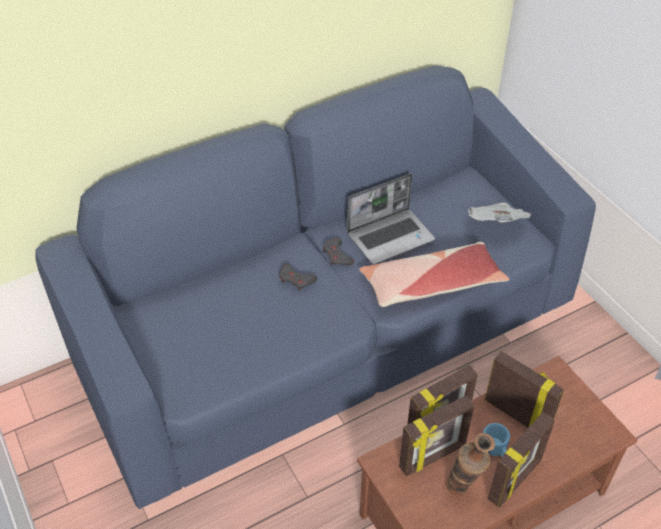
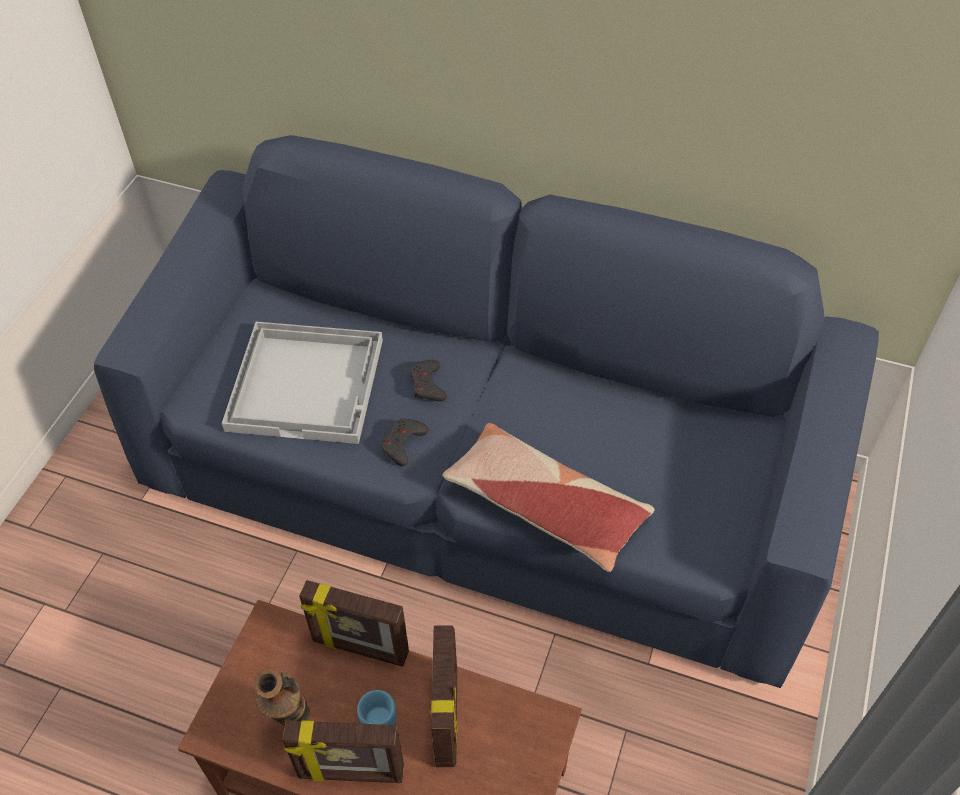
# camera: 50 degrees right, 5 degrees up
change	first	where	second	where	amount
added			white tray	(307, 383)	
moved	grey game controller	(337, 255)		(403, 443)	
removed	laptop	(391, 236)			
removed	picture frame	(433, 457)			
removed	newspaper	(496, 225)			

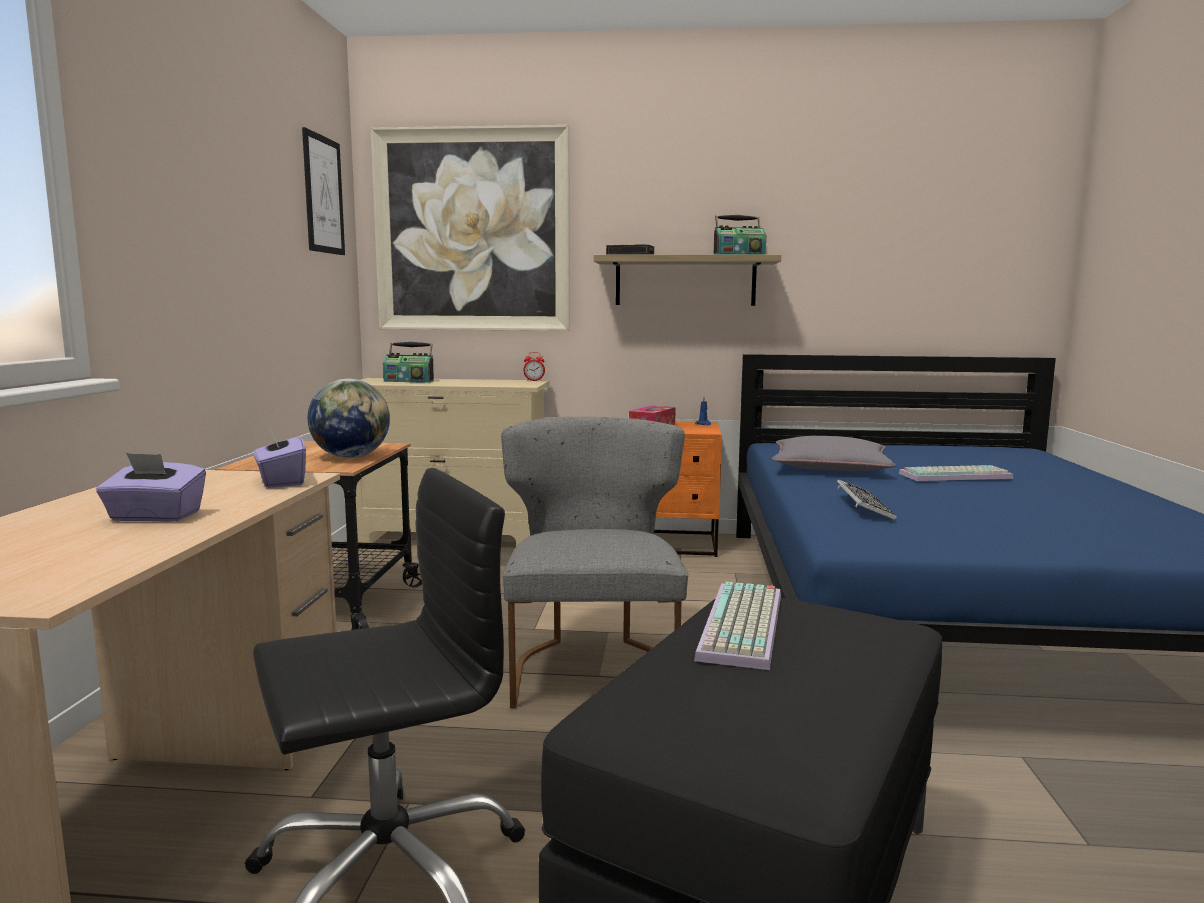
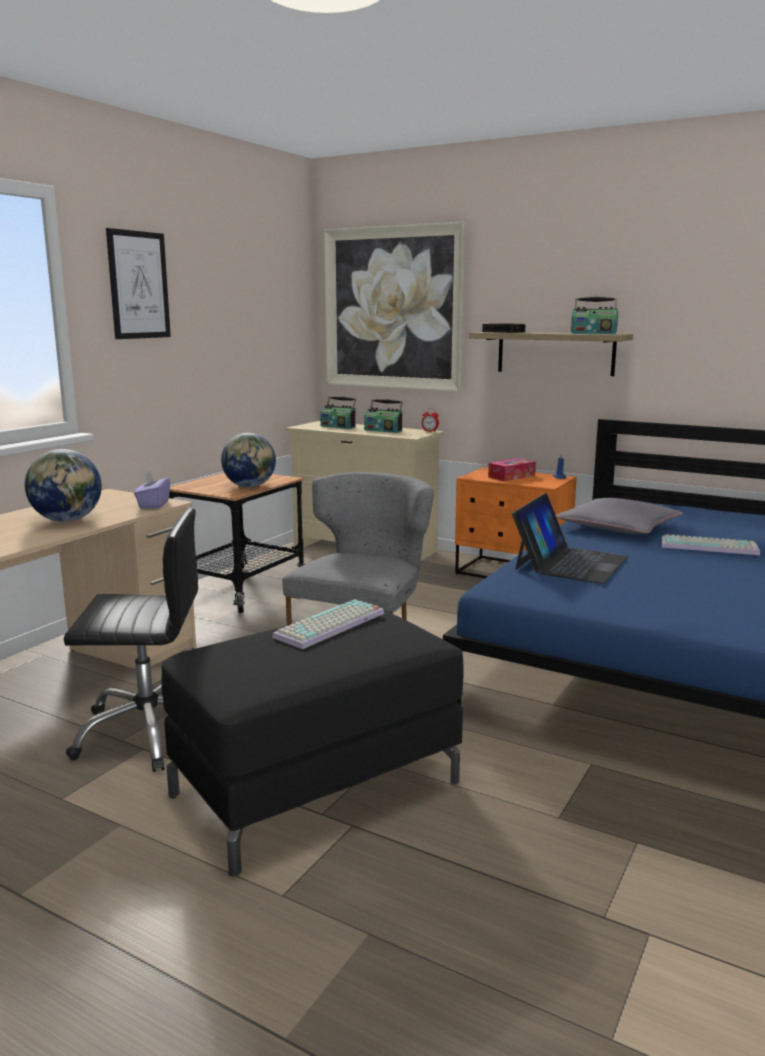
# camera: 25 degrees right, 5 degrees up
change	first	where	second	where	amount
replaced	purple tissue box	(155, 517)	globe	(67, 520)	
moved	picture	(323, 195)		(139, 285)	
added			radio	(383, 430)	
replaced	keyboard	(863, 506)	laptop	(570, 563)	

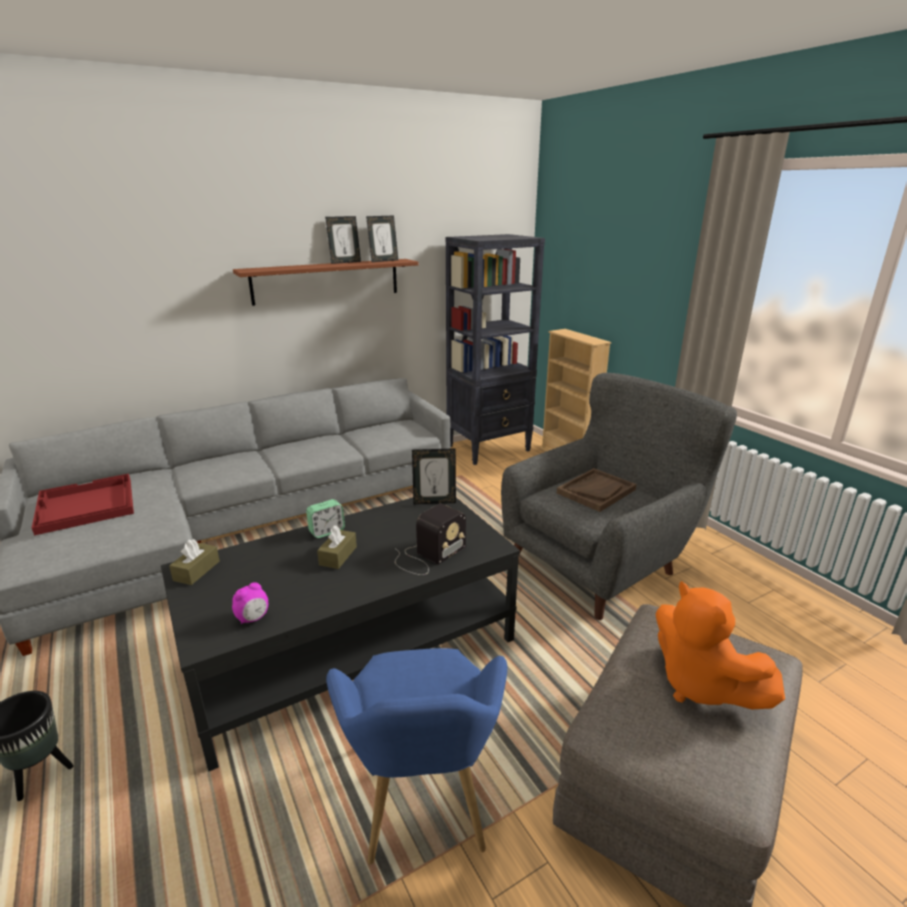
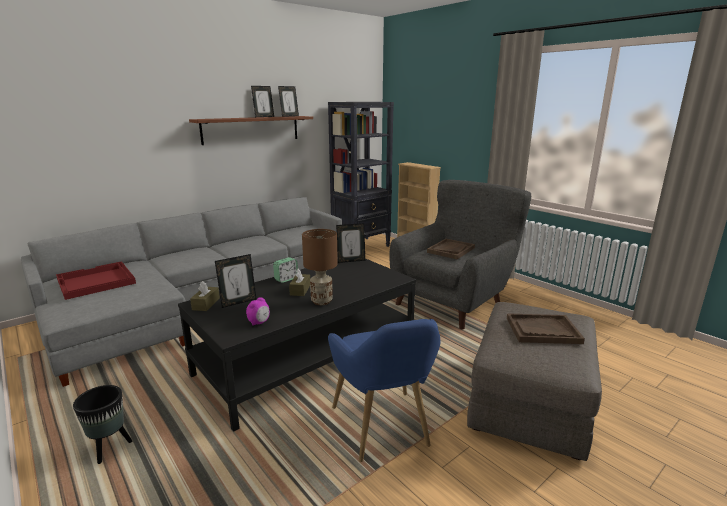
# camera: 10 degrees left, 5 degrees down
change	first	where	second	where	amount
added			picture frame	(238, 302)	
added			brown table lamp	(321, 301)	
replaced	orange plush toy	(700, 684)	brown tray	(542, 330)	
removed	radio	(428, 556)			

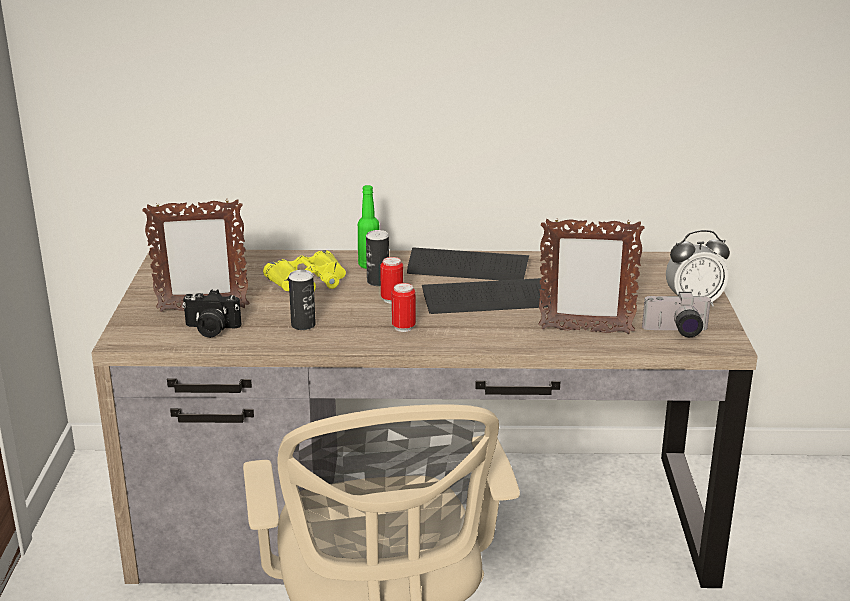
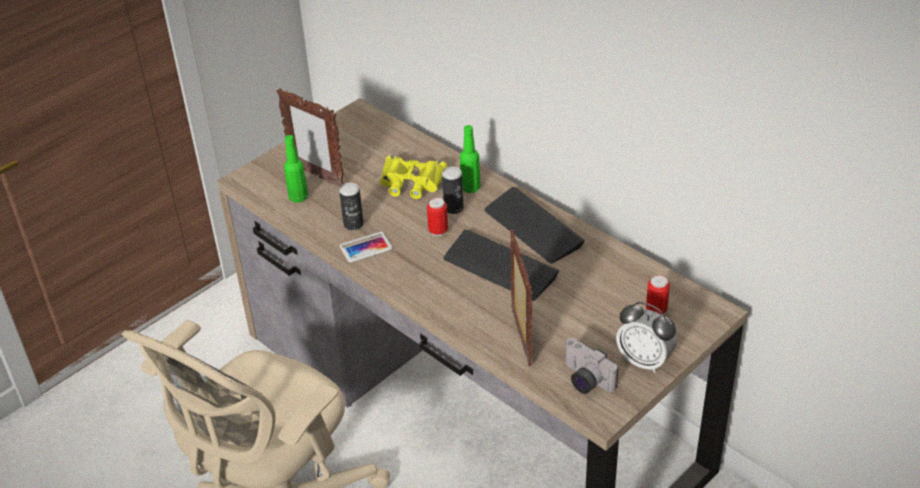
# camera: 45 degrees right, 15 degrees up
change	first	where	second	where	amount
replaced	photo camera	(211, 329)	green bottle	(298, 197)	
added			phone	(366, 247)	
turned	picture frame	(585, 331)		(520, 338)	150 degrees counterclockwise
moved	can	(403, 327)		(656, 310)	

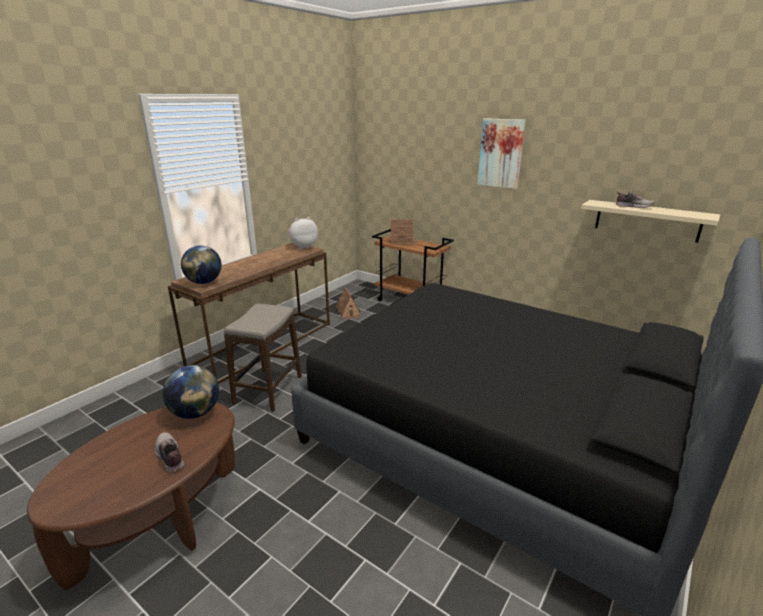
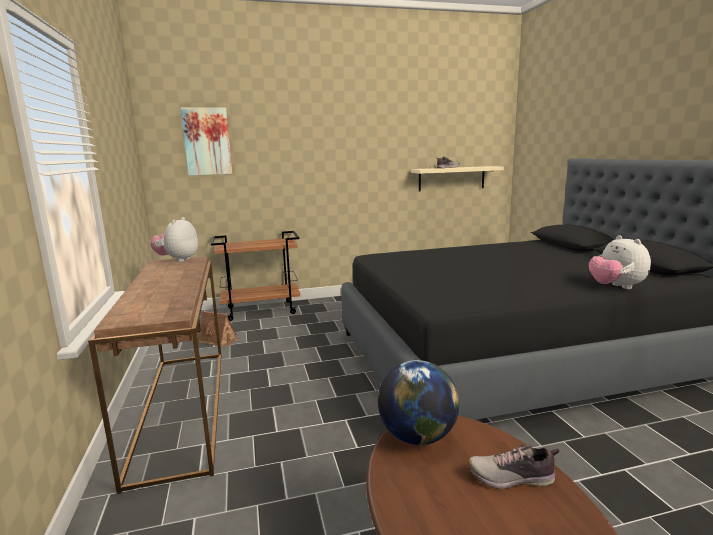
# camera: 50 degrees left, 10 degrees down
change	first	where	second	where	amount
moved	picture	(501, 153)		(207, 141)	
added			plush toy	(616, 287)	
removed	globe	(204, 282)			
removed	stool	(268, 390)			
removed	toy house	(403, 241)			

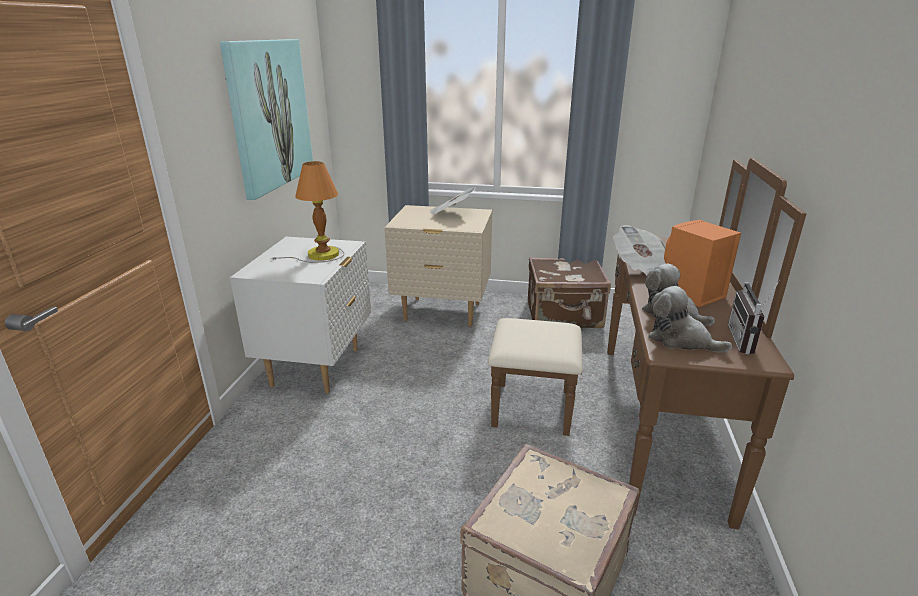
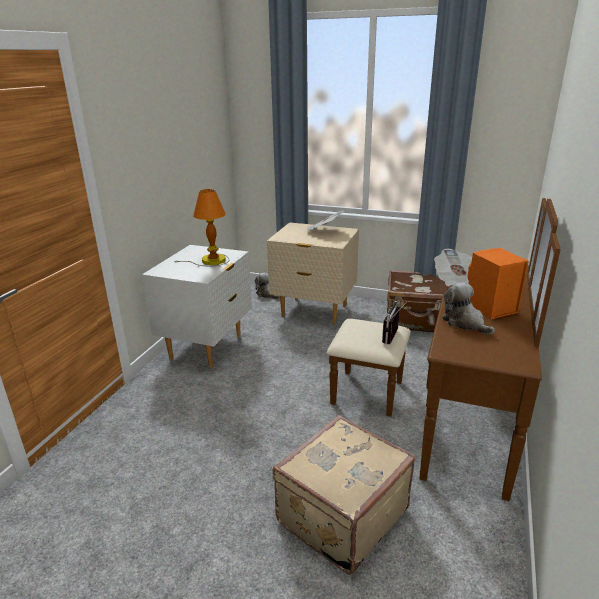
# camera: 10 degrees right, 0 degrees up
change	first	where	second	where	amount
moved	plush toy	(680, 340)		(267, 294)	
moved	radio	(748, 341)		(394, 337)	
removed	picture	(269, 115)			

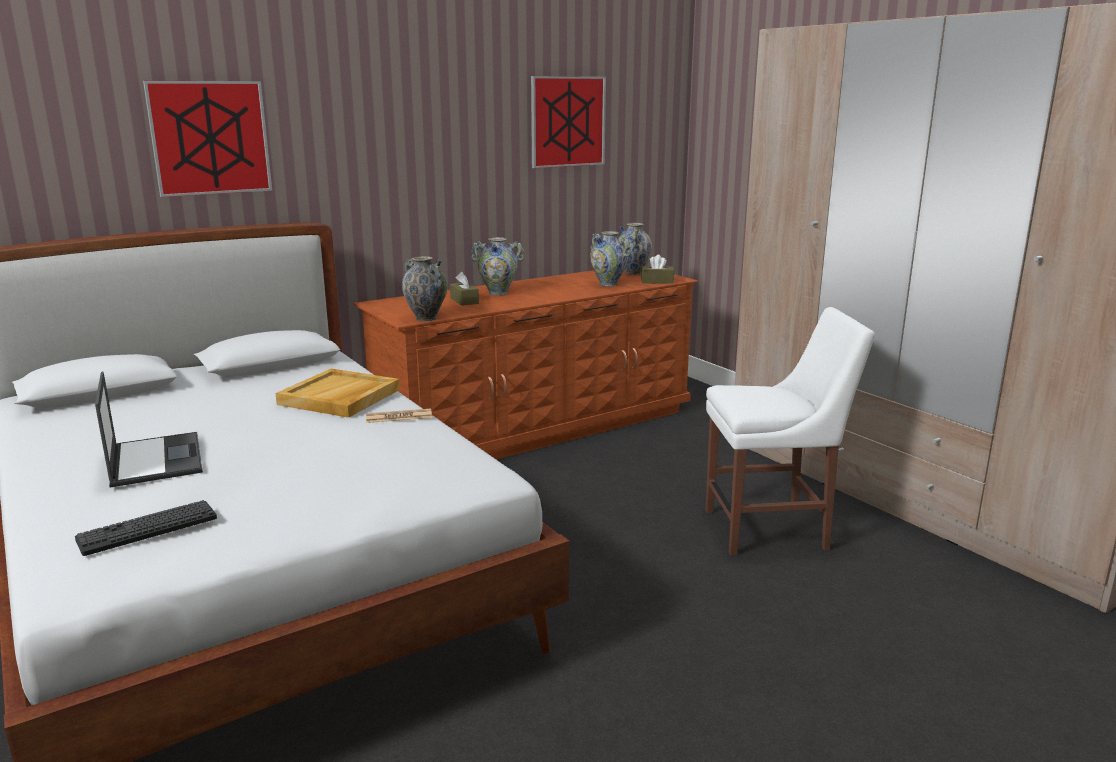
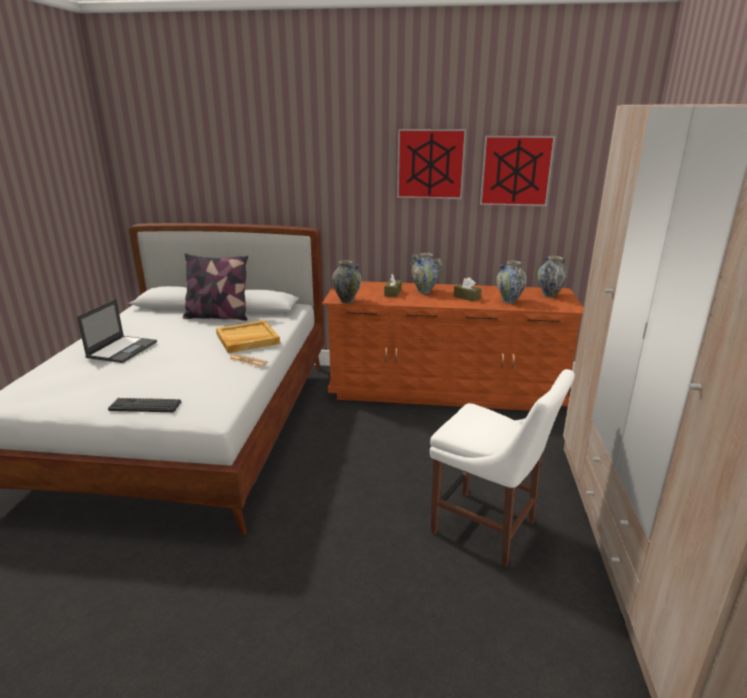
# camera: 40 degrees right, 5 degrees up
change	first	where	second	where	amount
moved	keyboard	(148, 529)		(145, 406)	
added			pillow	(217, 316)	
moved	picture	(210, 138)		(430, 164)	
moved	brown tissue box	(657, 281)		(467, 297)	

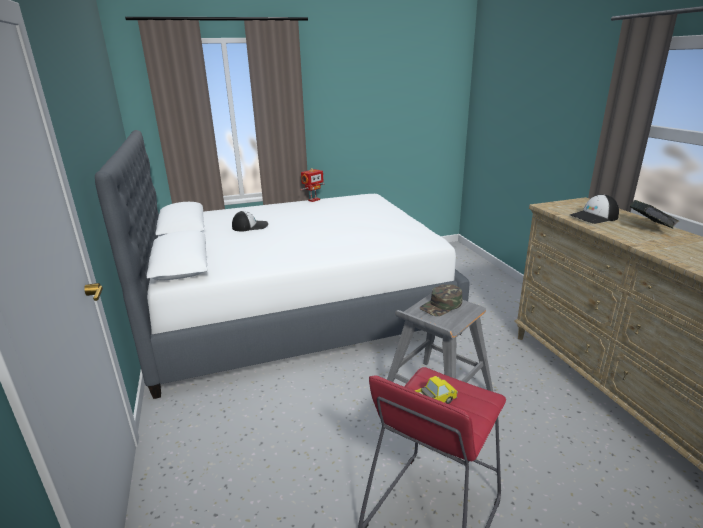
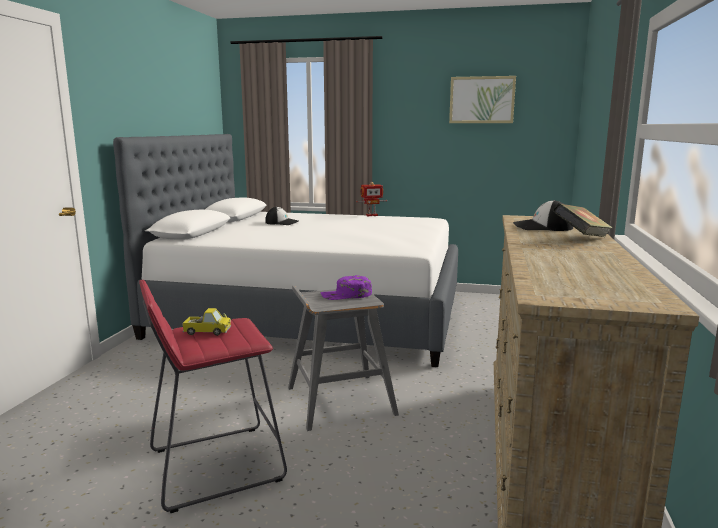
# camera: 30 degrees right, 10 degrees down
change	first	where	second	where	amount
recoloured	green cap	(441, 306)	purple cap	(346, 295)	
added			picture	(482, 100)	

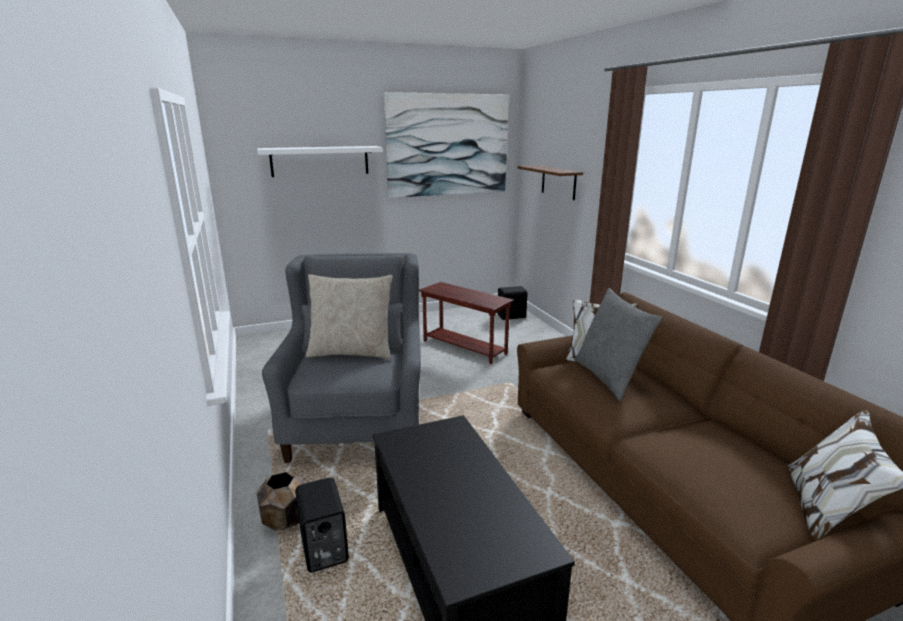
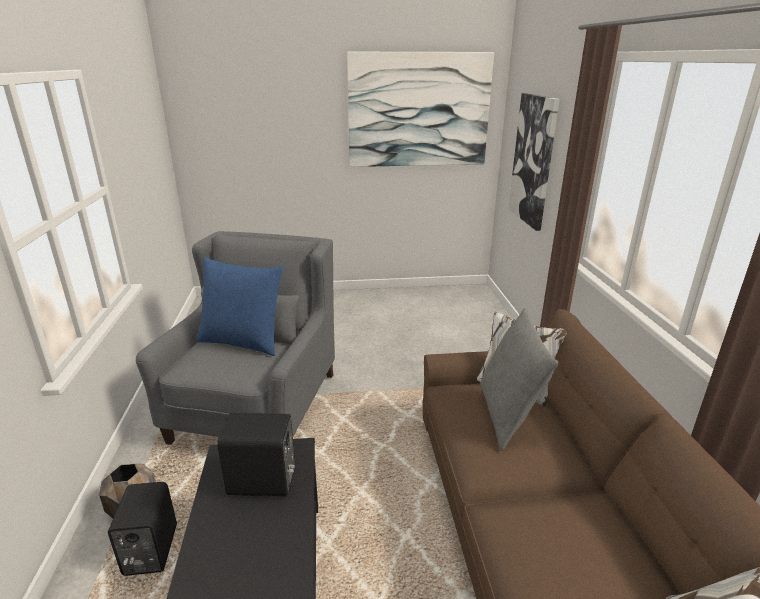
# camera: 15 degrees right, 5 degrees up
change	first	where	second	where	amount
recoloured	beige pillow	(351, 352)	blue pillow	(243, 341)	
moved	black speaker	(512, 316)		(263, 483)	
replaced	brown shelf	(558, 182)	picture	(533, 160)	
removed	white shelf	(320, 161)			
removed	brown side table	(464, 347)			

